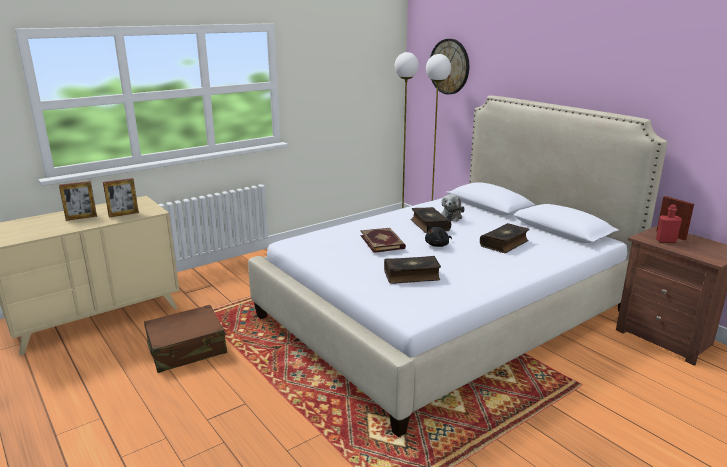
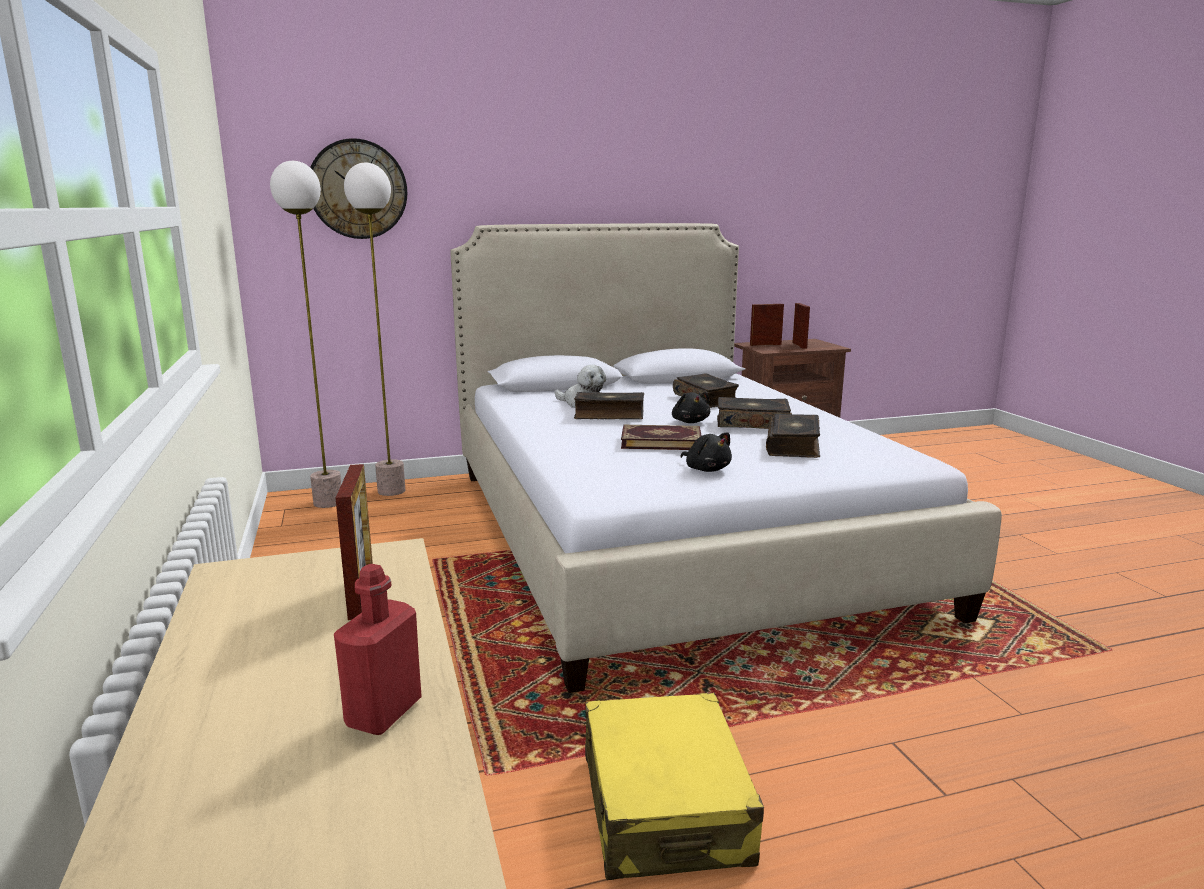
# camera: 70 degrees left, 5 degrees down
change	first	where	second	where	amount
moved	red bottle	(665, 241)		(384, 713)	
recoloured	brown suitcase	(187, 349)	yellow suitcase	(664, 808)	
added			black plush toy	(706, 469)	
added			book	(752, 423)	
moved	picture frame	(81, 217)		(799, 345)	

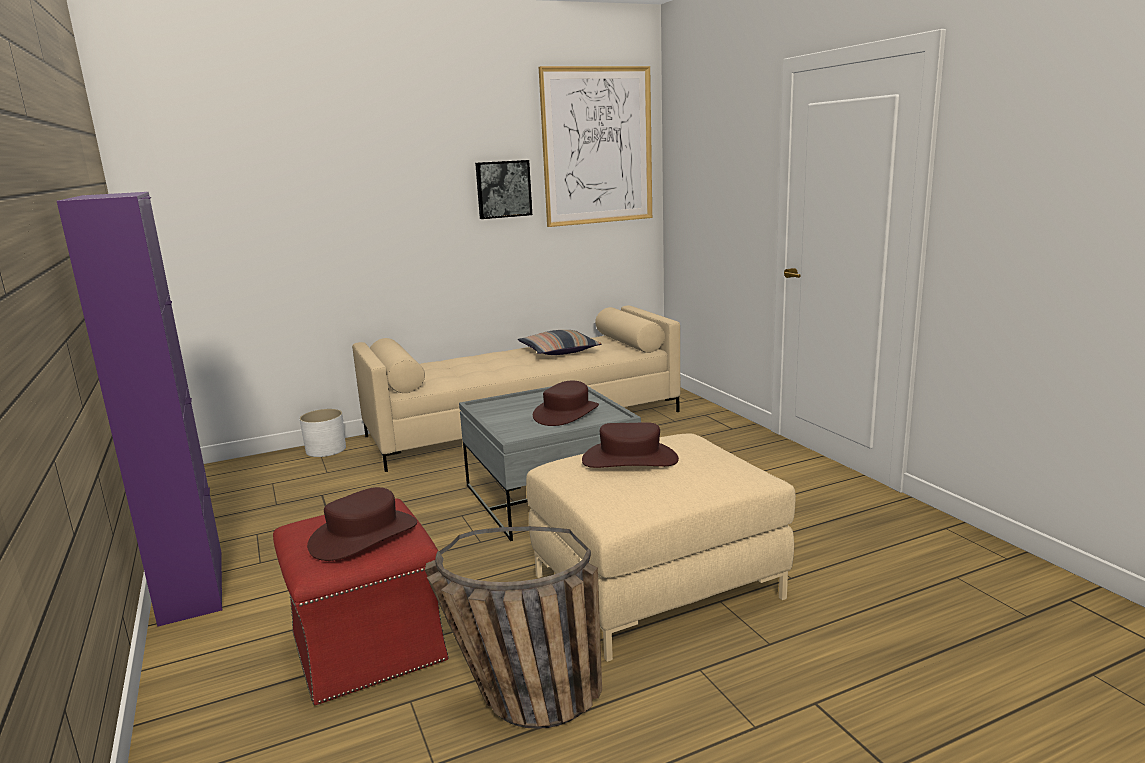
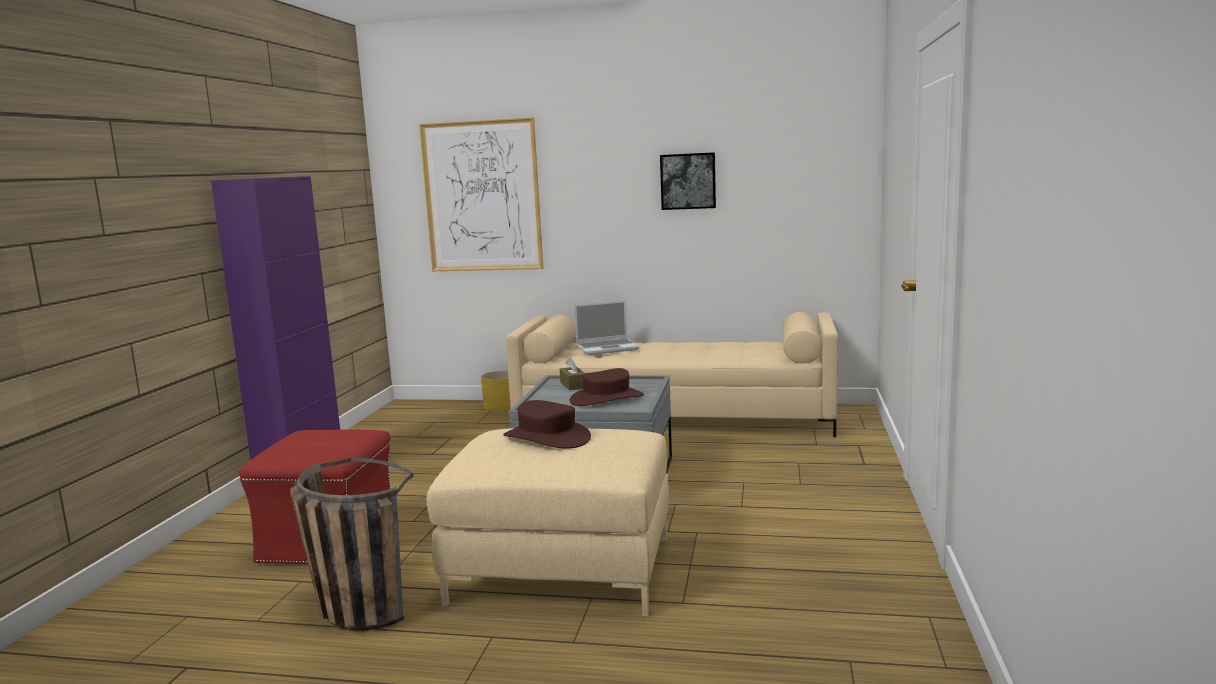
# camera: 35 degrees right, 5 degrees down
change	first	where	second	where	amount
moved	picture	(597, 146)		(482, 196)	
recoloured	white planter	(326, 449)	yellow planter	(501, 406)	
added			brown tissue box	(573, 385)	
added			laptop	(607, 348)	
removed	brown hat	(364, 535)			
removed	pillow	(559, 351)			

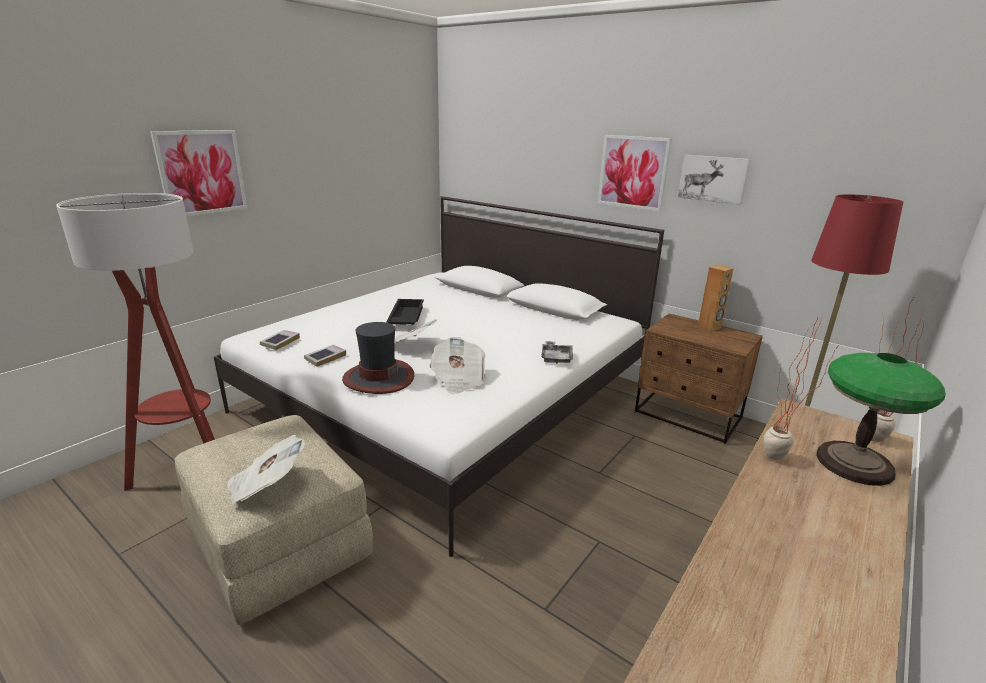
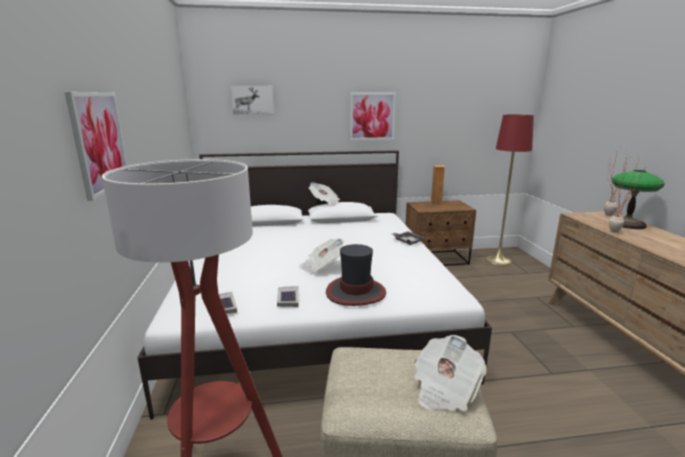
# camera: 45 degrees left, 5 degrees down
change	first	where	second	where	amount
moved	picture	(713, 178)		(253, 100)	
moved	newspaper	(458, 379)		(324, 202)	
removed	black tray	(405, 318)			

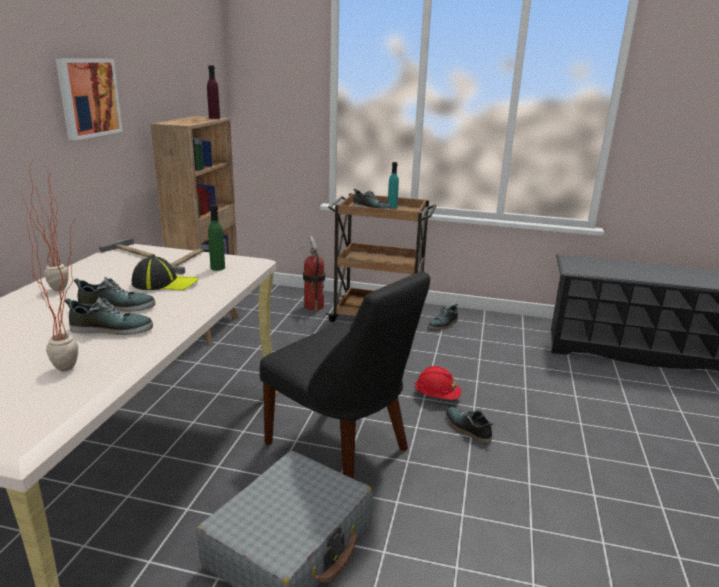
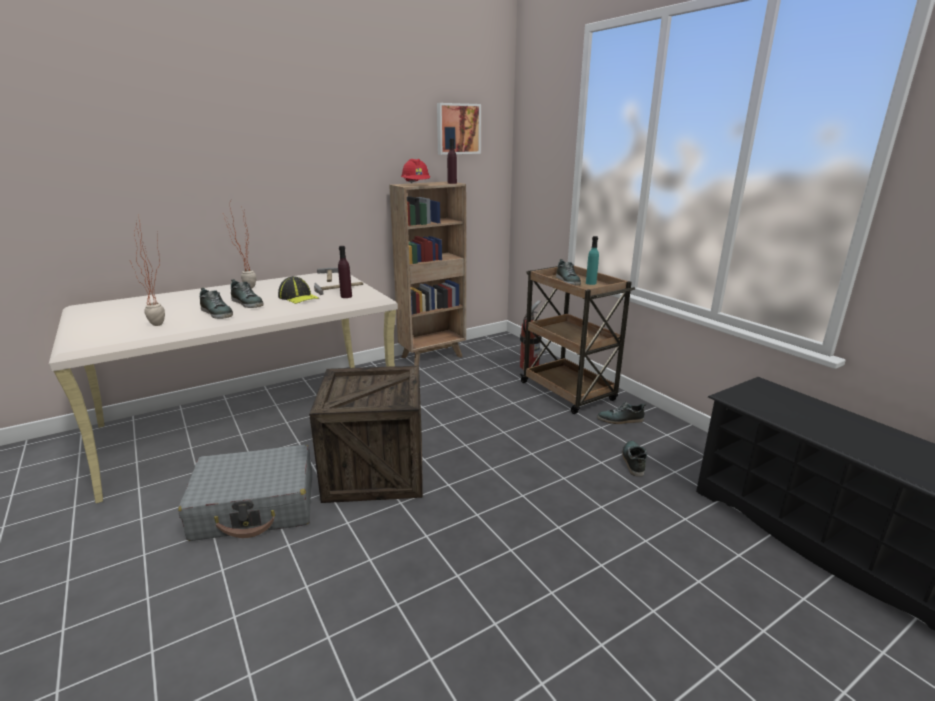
# camera: 45 degrees right, 0 degrees up
change	first	where	second	where	amount
replaced	black chair	(342, 449)	crate	(375, 470)	
recoloured	green bottle	(217, 268)	purple bottle	(346, 296)	
moved	red hard hat	(437, 396)		(416, 185)	
moved	picture	(87, 97)		(458, 129)	
moved	shoe	(467, 428)		(633, 461)	

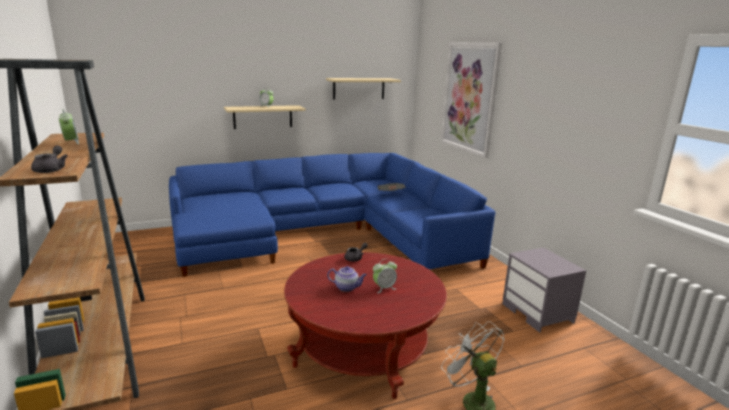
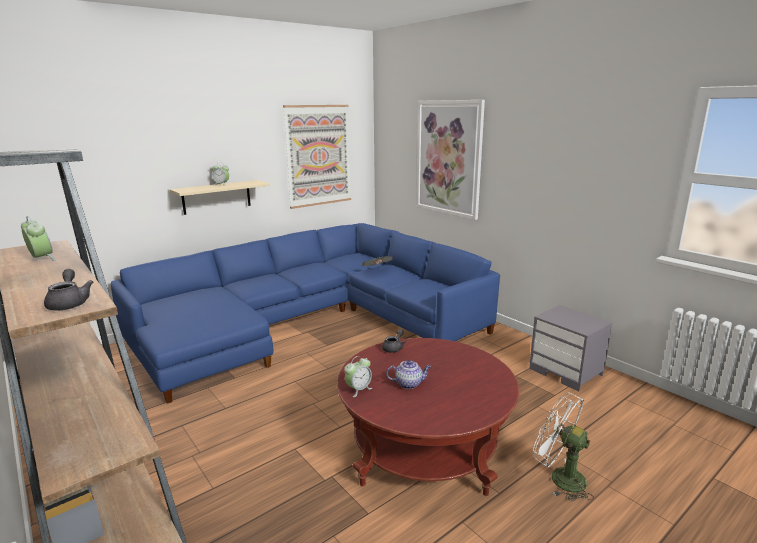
# camera: 15 degrees left, 0 degrees up
change	first	where	second	where	amount
replaced	beige shelf	(359, 88)	picture	(318, 156)	
moved	alarm clock	(384, 288)		(358, 389)	

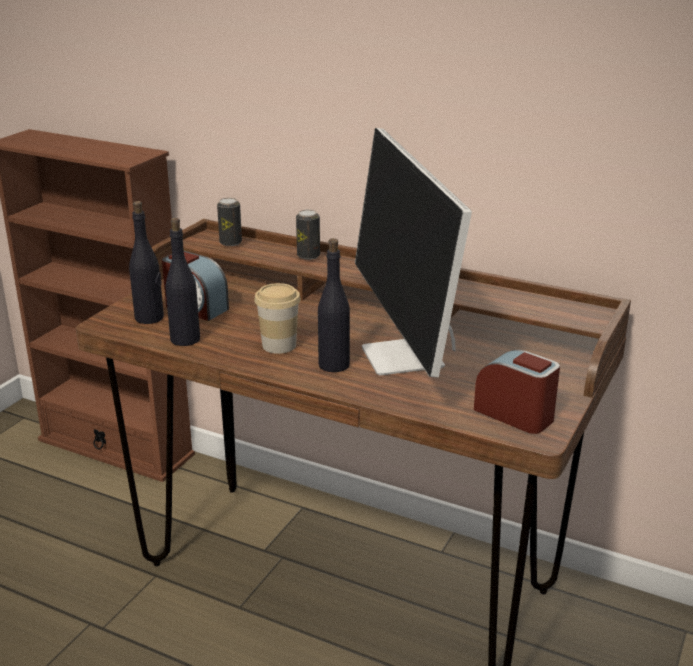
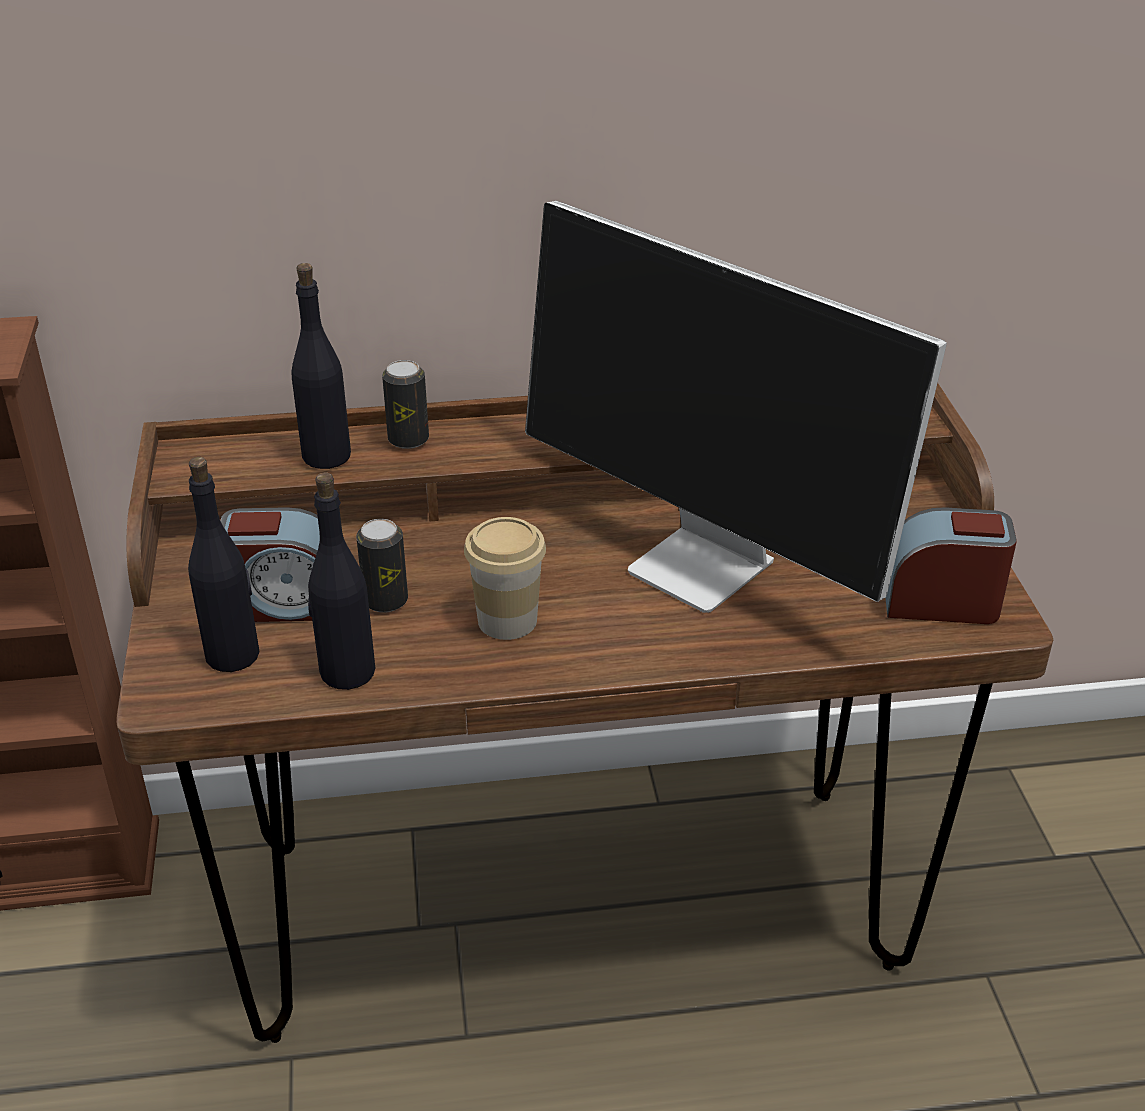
# camera: 35 degrees left, 10 degrees up
change	first	where	second	where	amount
moved	black bottle	(334, 365)		(327, 455)	
moved	can	(230, 243)		(385, 600)	

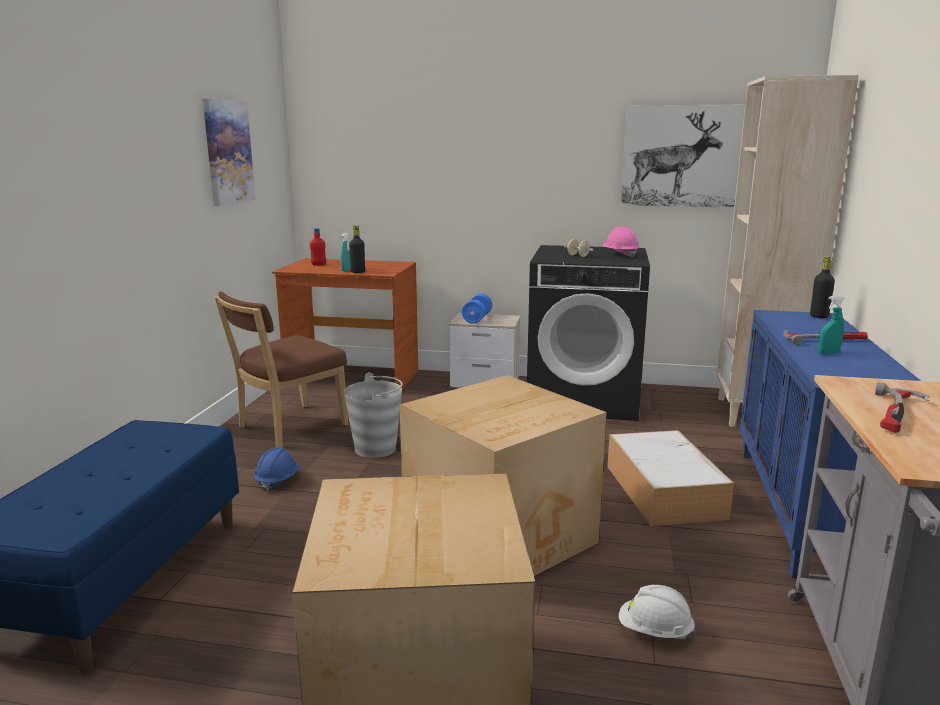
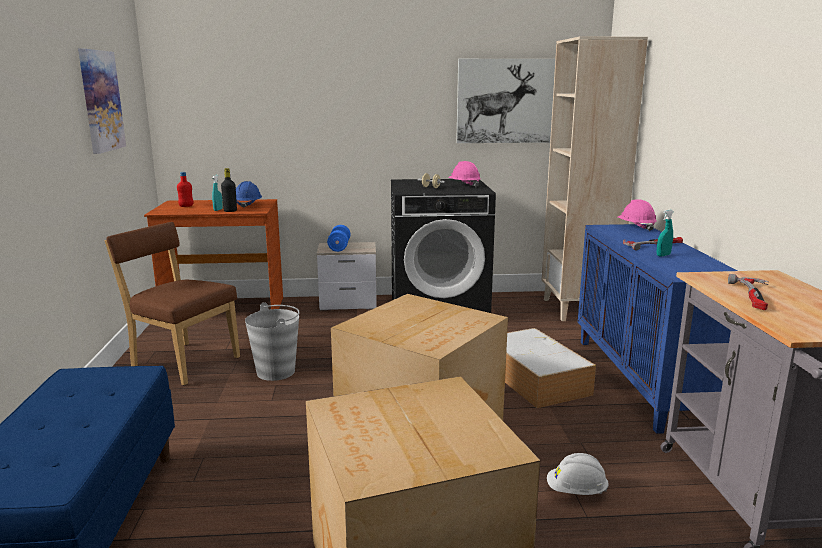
# camera: 15 degrees left, 0 degrees up
change	first	where	second	where	amount
turned	brown chair	(288, 428)		(182, 362)	90 degrees clockwise
moved	blue hard hat	(278, 481)		(248, 205)	
replaced	black bottle	(819, 316)	pink hard hat	(636, 227)	

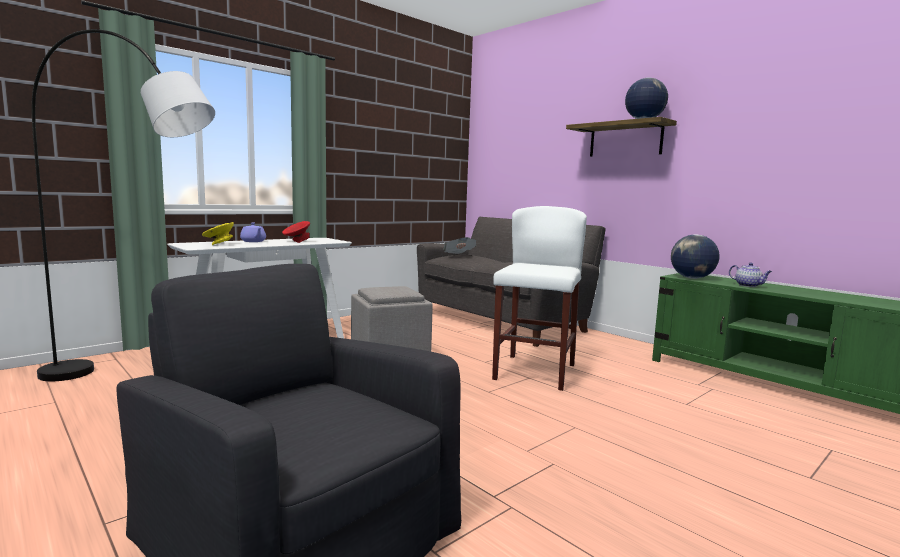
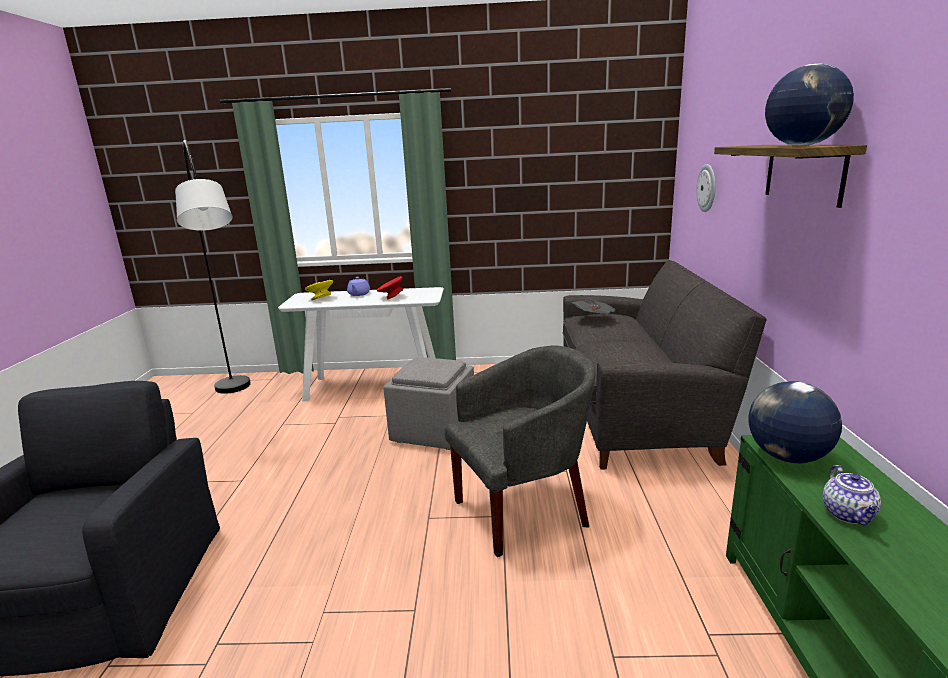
# camera: 45 degrees right, 10 degrees up
change	first	where	second	where	amount
replaced	white stool	(534, 372)	grey armchair	(523, 509)	
added			wall clock	(707, 188)	

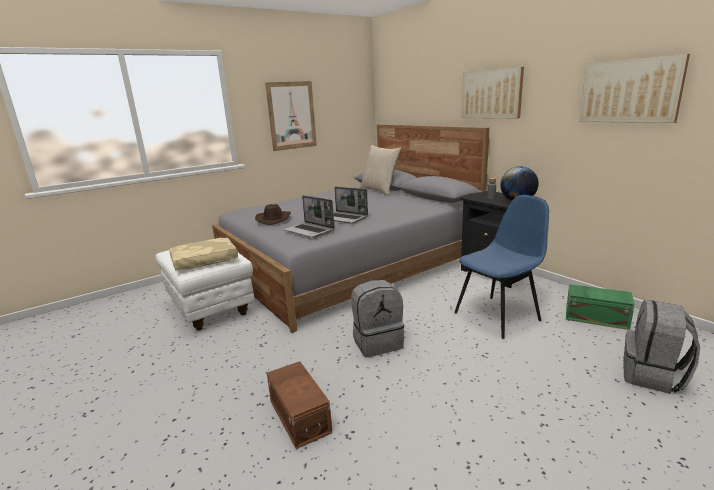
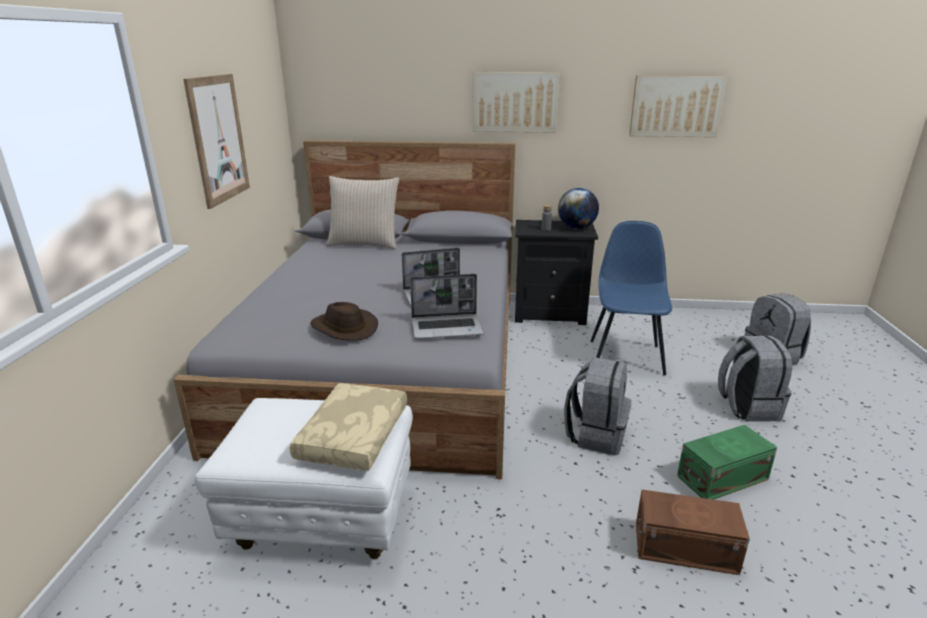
# camera: 50 degrees left, 5 degrees up
change	first	where	second	where	amount
moved	green storage box	(595, 317)		(720, 477)	
added			grey backpack	(746, 407)	

